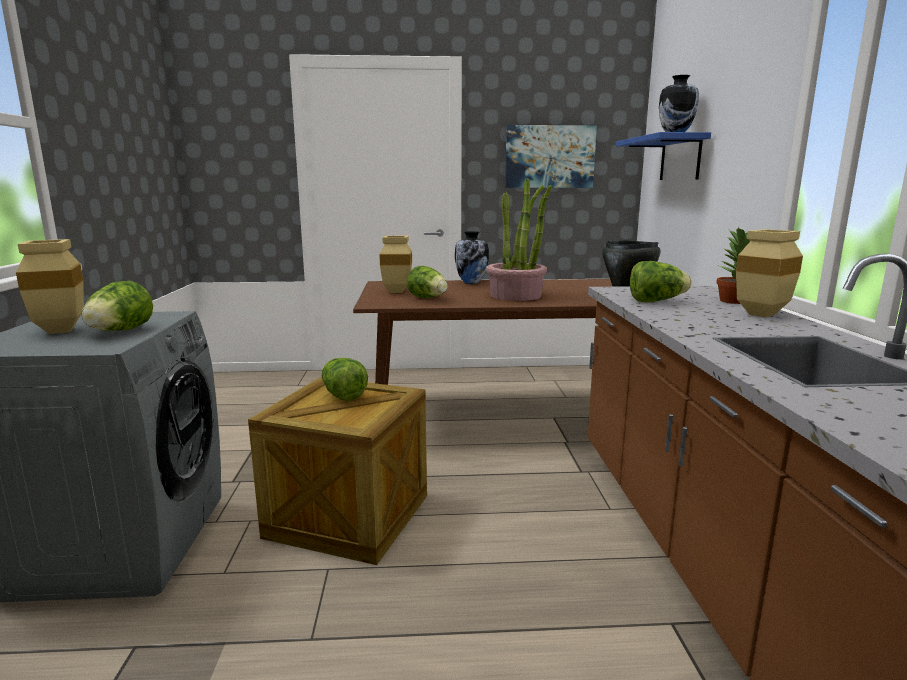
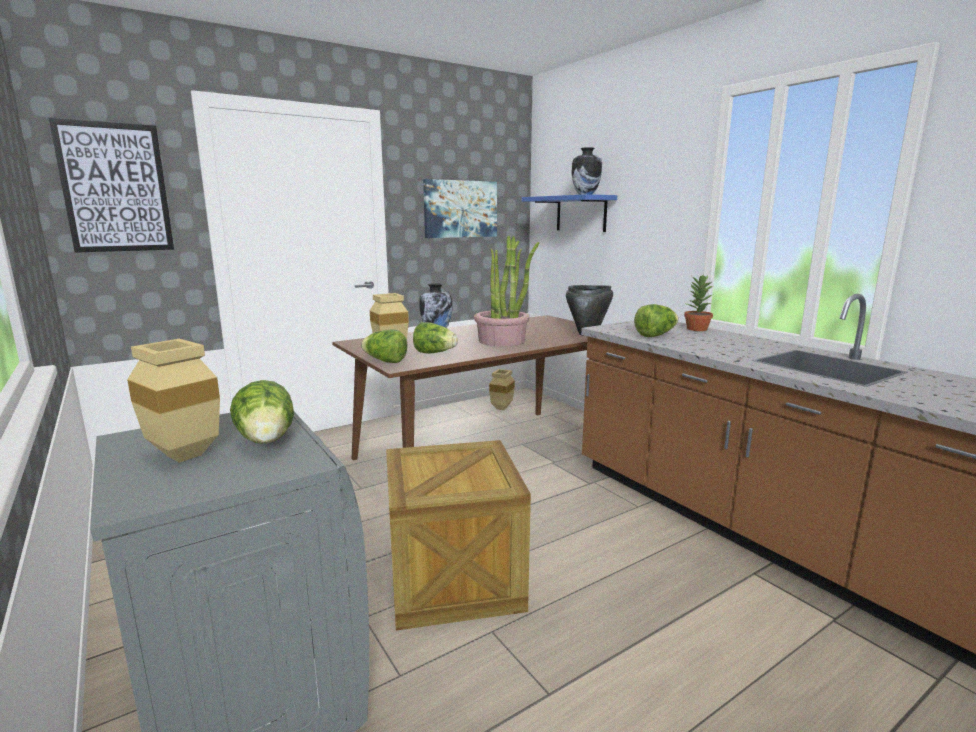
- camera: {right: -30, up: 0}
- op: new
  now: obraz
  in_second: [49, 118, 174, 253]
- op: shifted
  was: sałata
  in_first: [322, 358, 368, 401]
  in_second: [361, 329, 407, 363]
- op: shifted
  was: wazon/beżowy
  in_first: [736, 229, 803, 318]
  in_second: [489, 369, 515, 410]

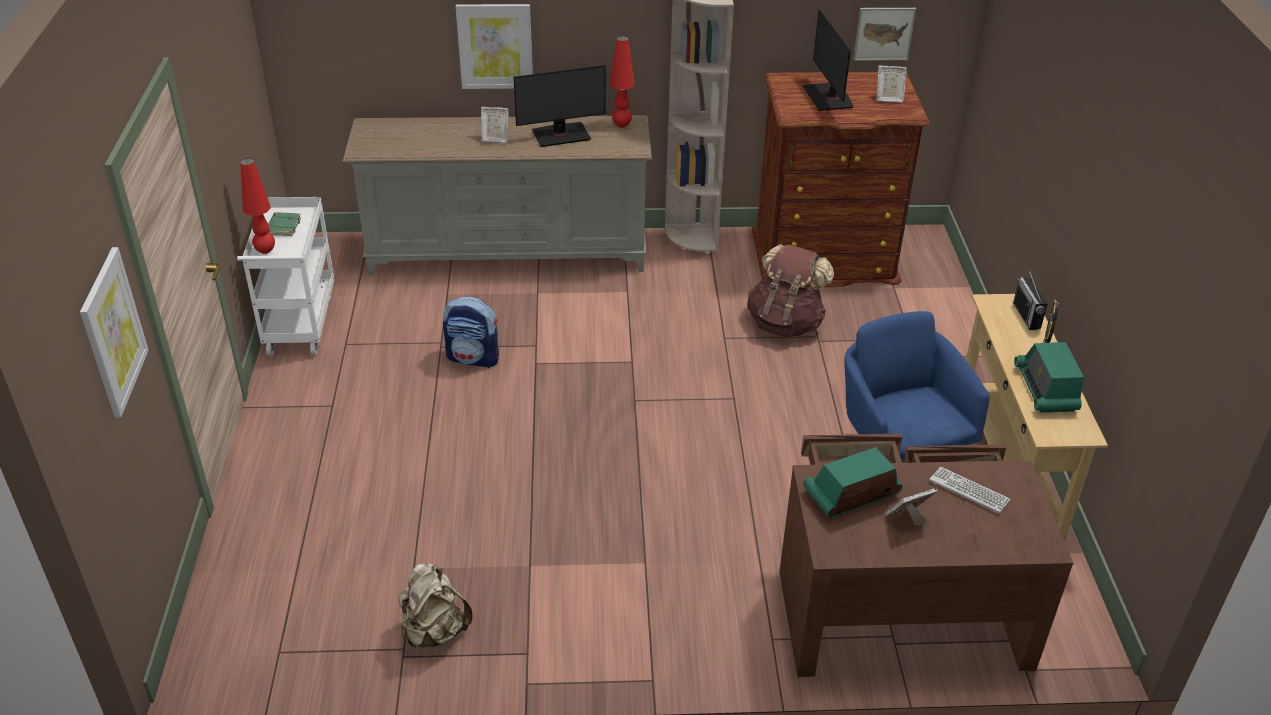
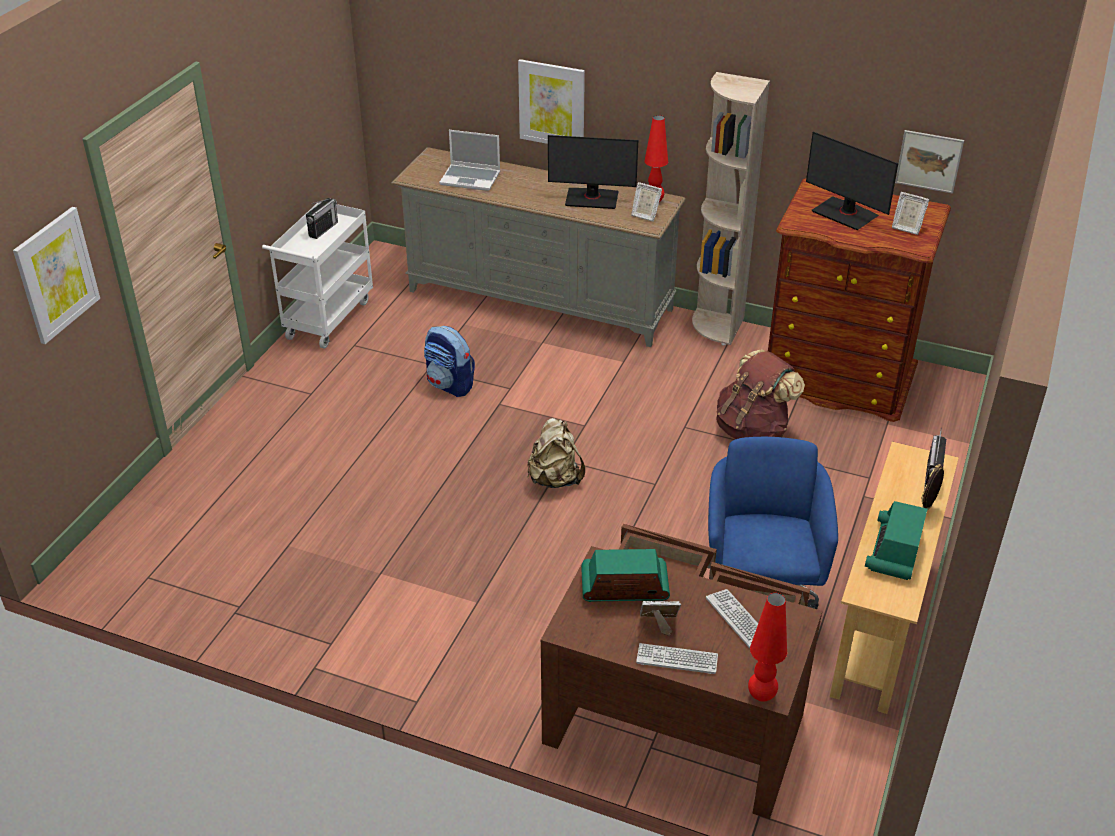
- camera: {right: 25, up: 0}
- op: new
  now: laptop
  in_second: [439, 130, 500, 191]
- op: new
  now: klawiatura
  in_second: [636, 643, 718, 674]
- op: shifted
  was: lampa stołowa/czerwony
  in_first: [240, 158, 275, 254]
  in_second: [748, 593, 787, 701]
- op: shifted
  was: plecak/beżowy
  in_first: [398, 563, 473, 647]
  in_second: [527, 418, 585, 488]
- op: shifted
  was: ramka na zdjęcie
  in_first: [481, 107, 509, 143]
  in_second: [631, 182, 662, 222]
- op: swapped
  was: książka/zielony
  now: radio
  in_first: [268, 212, 301, 236]
  in_second: [306, 198, 338, 239]
- op: rotated
  was: monitor
  in_first: [802, 10, 854, 111]
  in_second: [806, 132, 898, 230]
  clockwise: -60

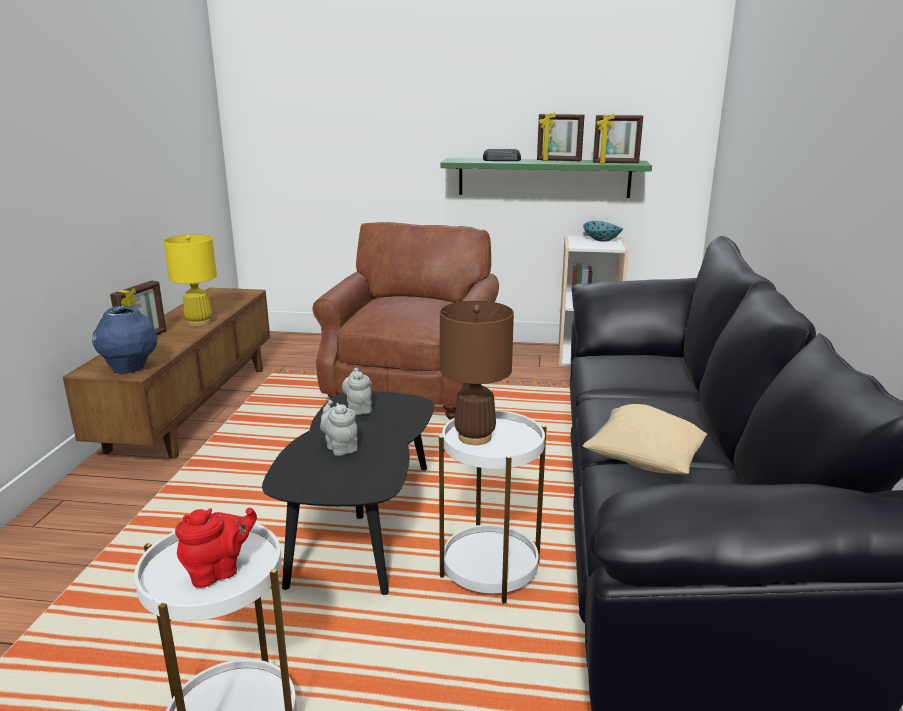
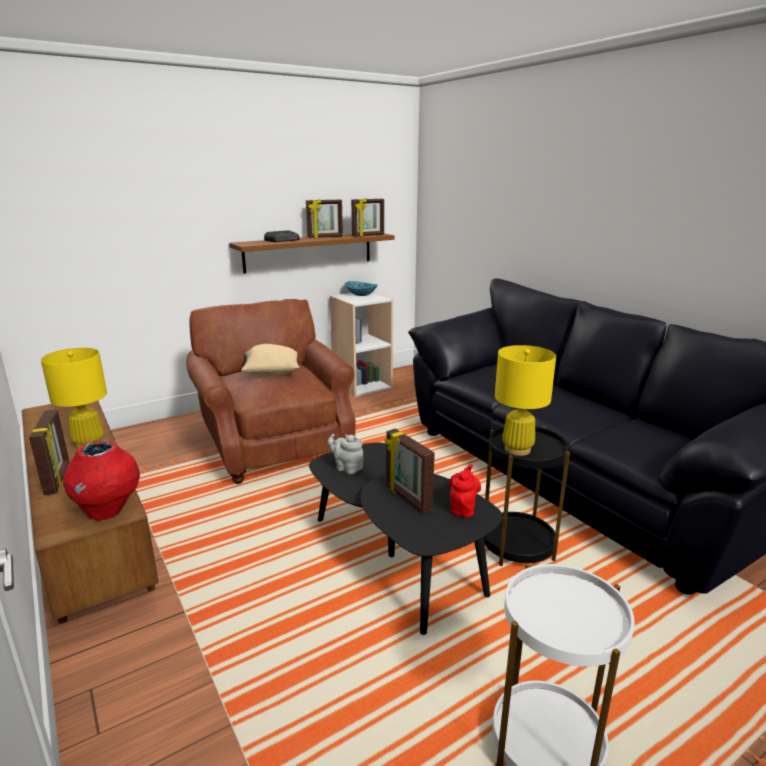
- camera: {right: -40, up: 0}
- op: shifted
  was: imbryk/czerwony
  in_first: [175, 508, 257, 588]
  in_second: [449, 464, 481, 517]
- op: shifted
  was: poduszka/beżowy
  in_first: [583, 404, 707, 474]
  in_second: [241, 344, 300, 376]
- op: swapped
  was: imbryk/szary
  now: ramka na zdjęcie
  in_first: [320, 400, 358, 456]
  in_second: [385, 429, 435, 513]
- op: repainted
  was: wazon/niebieski
  now: wazon/czerwony
  in_first: [92, 305, 158, 374]
  in_second: [63, 440, 140, 520]
- op: repainted
  was: stolik/biały
  now: stolik/czarny
  in_first: [439, 410, 547, 604]
  in_second: [484, 426, 570, 566]
- op: repainted
  was: lampa stołowa/brązowy
  now: lampa stołowa/żółty
  in_first: [440, 301, 514, 445]
  in_second: [495, 345, 556, 456]
- op: repainted
  was: półka/zielony
  now: półka/brązowy
  in_first: [441, 158, 652, 198]
  in_second: [229, 233, 395, 274]

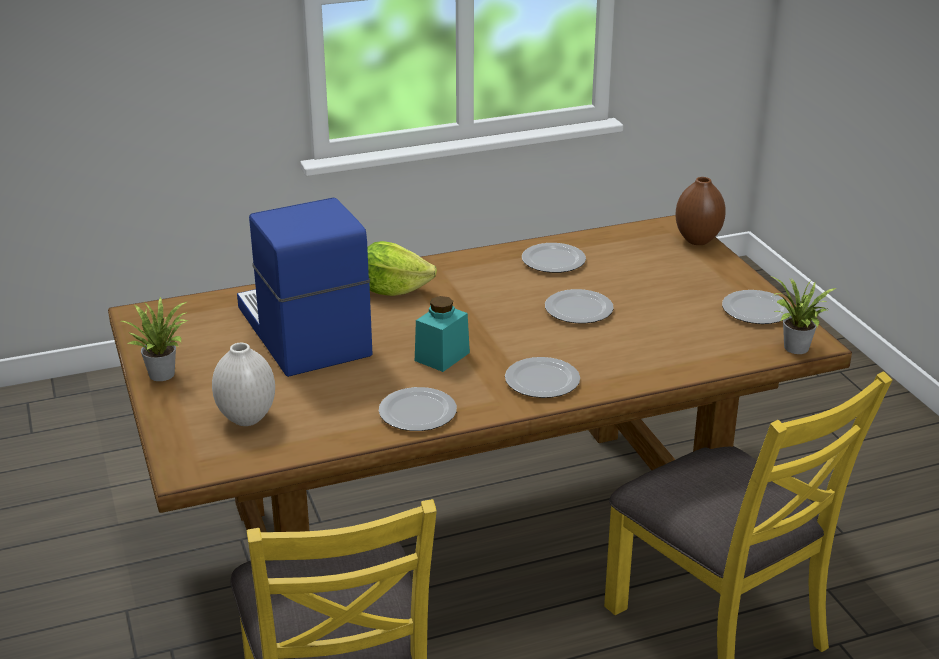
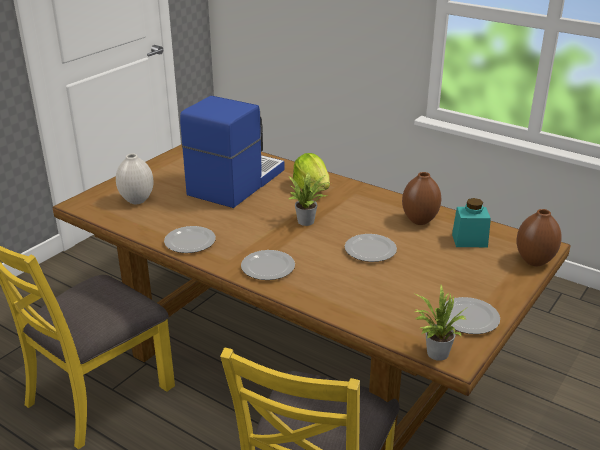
- camera: {right: 55, up: 0}
- op: shifted
  was: roślina doniczkowa
  in_first: [121, 296, 188, 381]
  in_second: [288, 173, 331, 226]
- op: shifted
  was: słoik/turkusowy
  in_first: [415, 296, 470, 372]
  in_second: [452, 198, 491, 247]
- op: swapped
  was: talerz
  now: wazon/brązowy
  in_first: [522, 243, 586, 273]
  in_second: [402, 172, 441, 225]

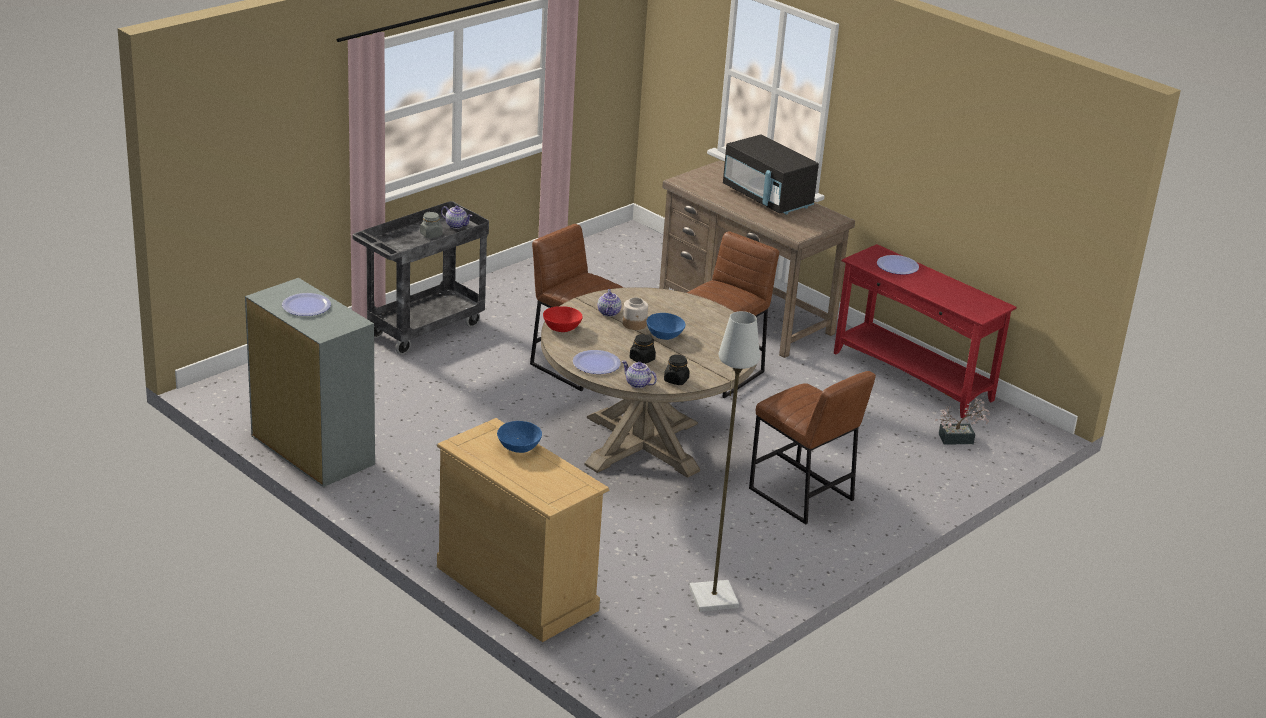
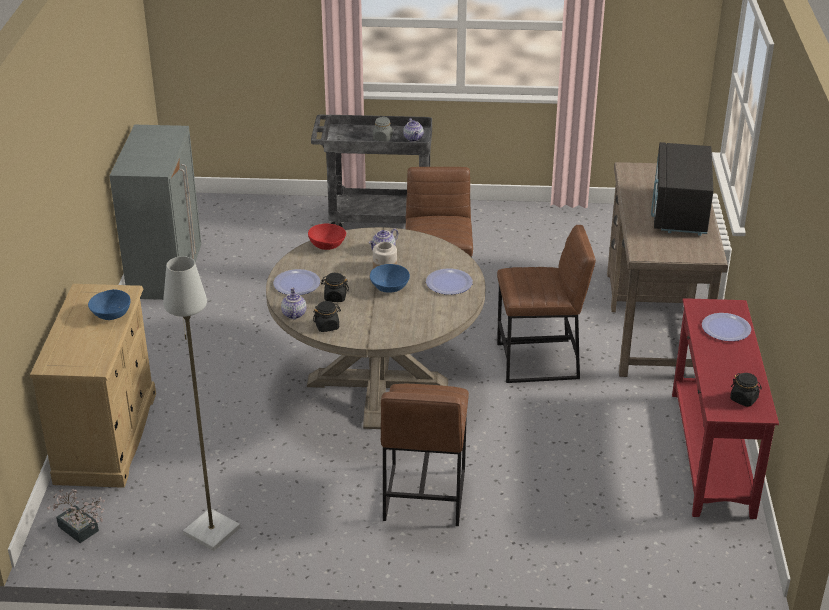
- camera: {right: 50, up: 5}
- op: new
  now: słoik/czarny
  in_second: [730, 373, 762, 407]
- op: shifted
  was: talerz
  in_first: [282, 293, 331, 316]
  in_second: [426, 268, 473, 295]
- op: shifted
  was: roślina doniczkowa
  in_first: [935, 399, 990, 445]
  in_second: [47, 489, 105, 543]

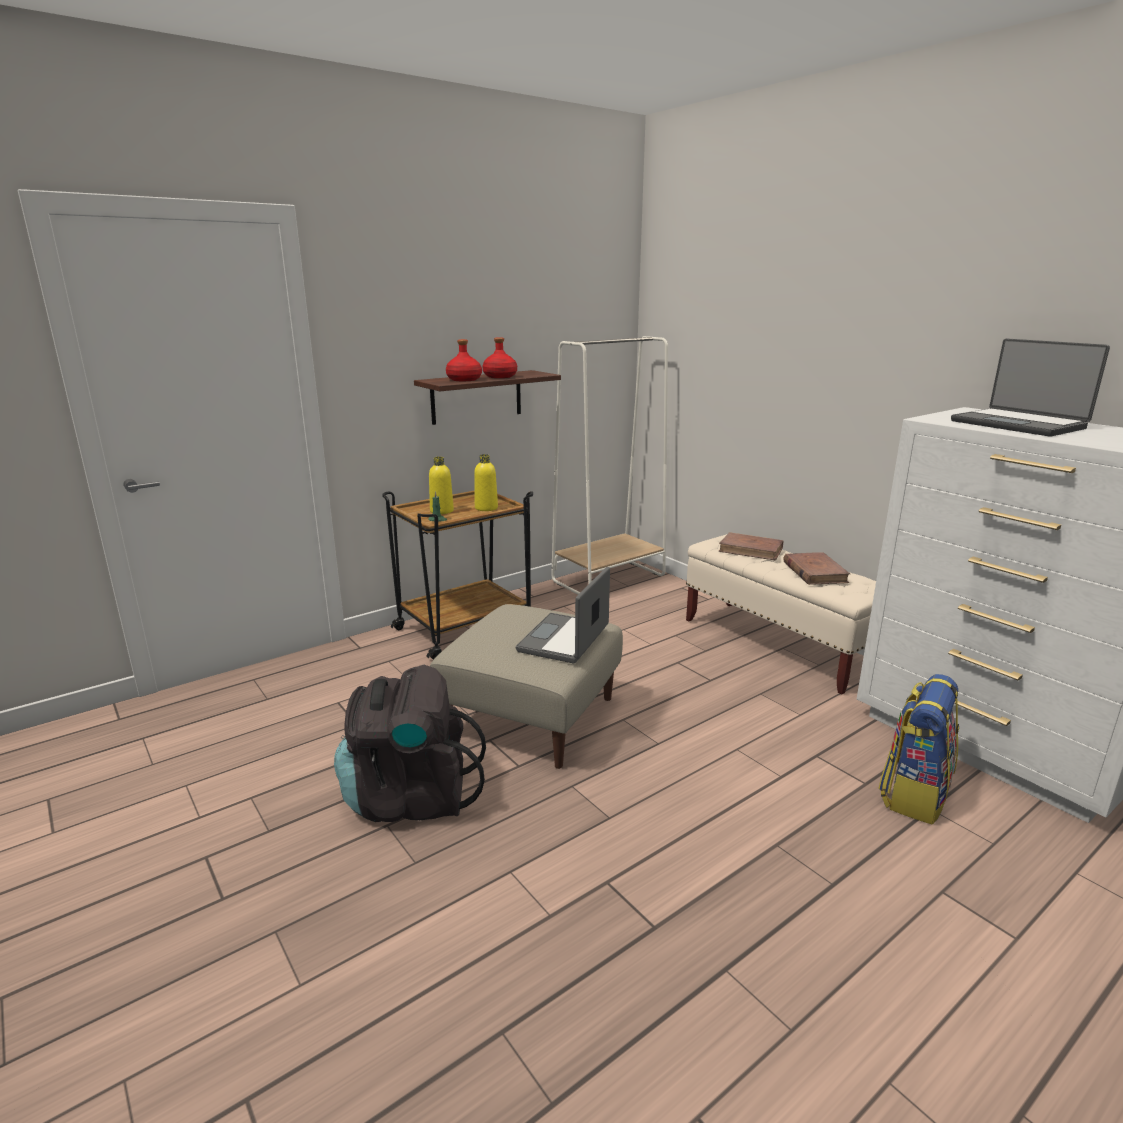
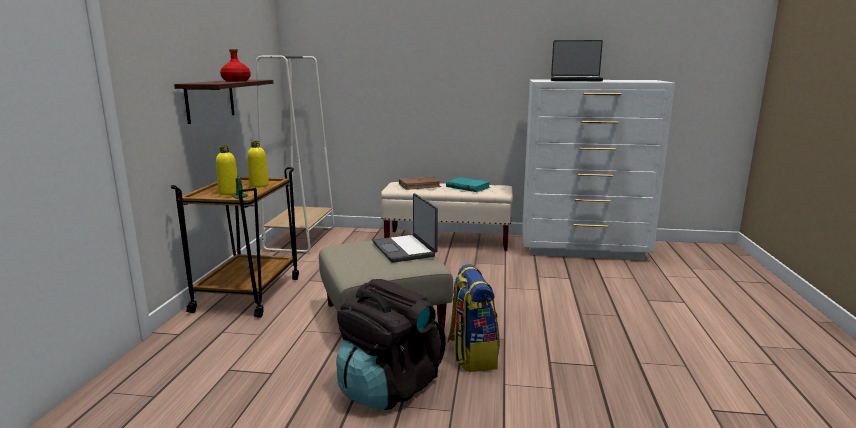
- camera: {right: -45, up: -5}
- op: gone
  was: butelka/czerwony
  in_first: [446, 339, 482, 381]
- op: shifted
  was: plecak
  in_first: [878, 674, 959, 824]
  in_second: [447, 264, 500, 372]
- op: repainted
  was: książka/brązowy
  now: książka/turkusowy
  in_first: [783, 552, 850, 585]
  in_second: [446, 177, 490, 192]

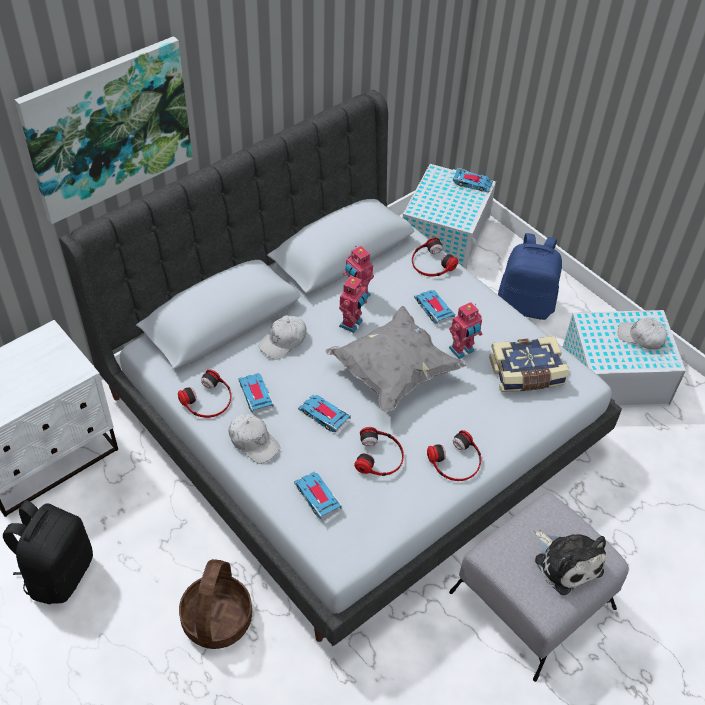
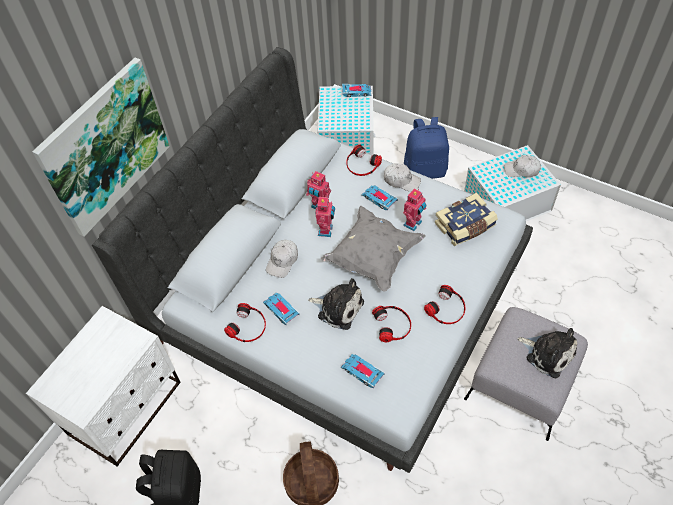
- camera: {right: -15, up: 5}
- op: shifted
  was: czapka z daszkiem/biały
  in_first: [228, 414, 281, 464]
  in_second: [384, 163, 421, 192]
- op: swapped
  was: samochodzik
  now: pluszak
  in_first: [298, 395, 351, 432]
  in_second: [308, 278, 364, 330]

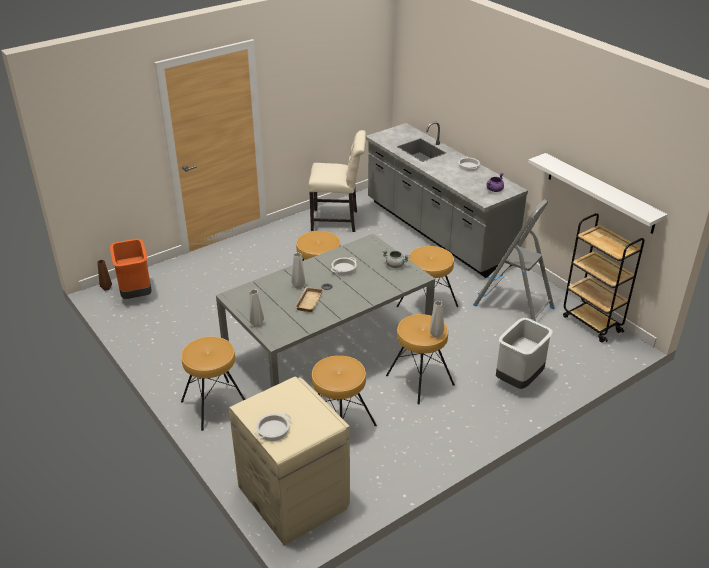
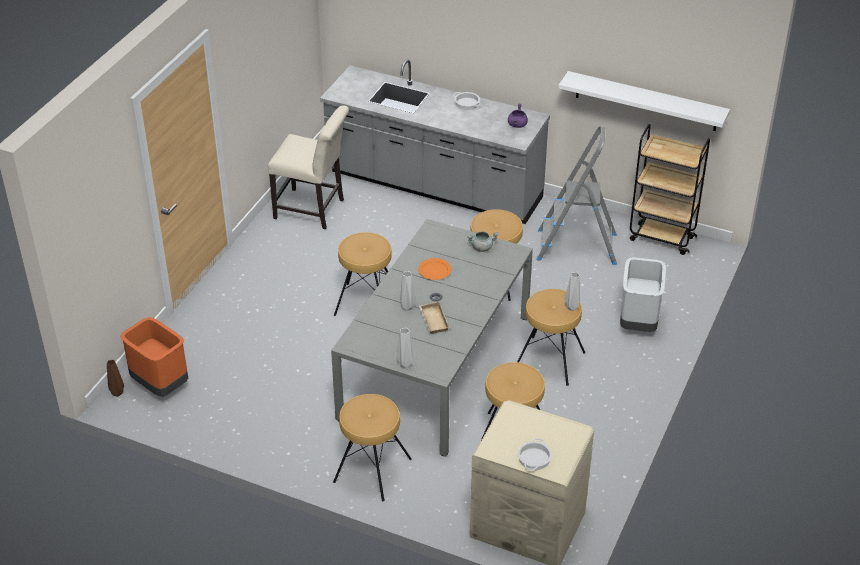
- camera: {right: -30, up: 5}
- op: swapped
  was: garnek
  now: talerz/pomarańczowy
  in_first: [331, 257, 357, 275]
  in_second: [418, 258, 452, 280]
- op: rotated
  was: krzesło/beżowy
  in_first: [309, 130, 366, 232]
  in_second: [268, 106, 349, 229]
  clockwise: 45

